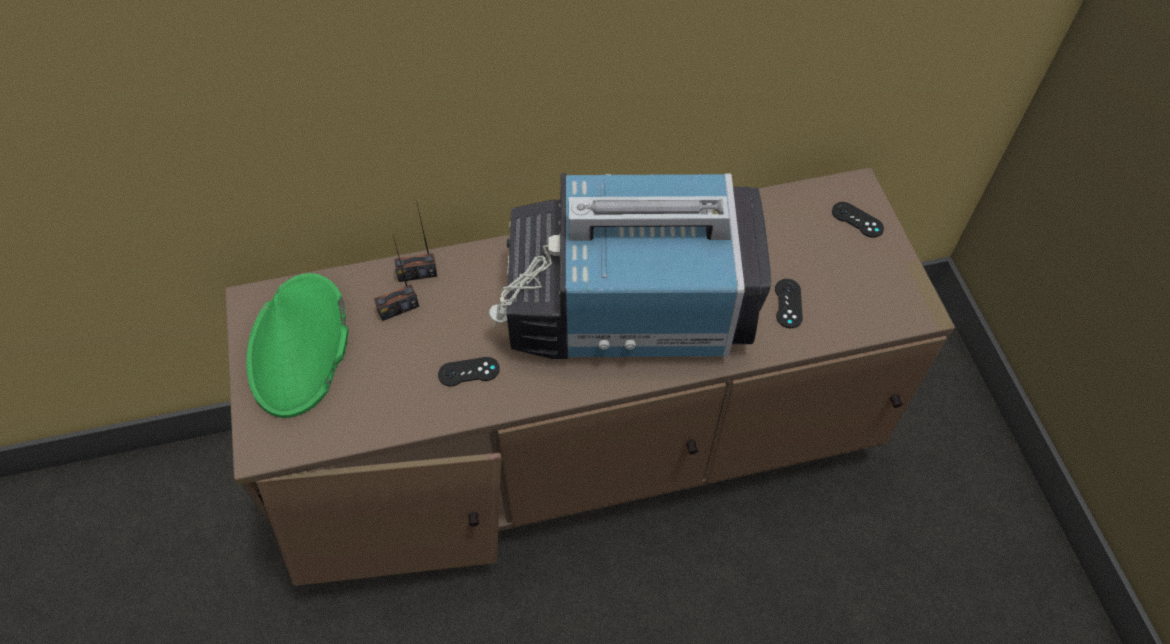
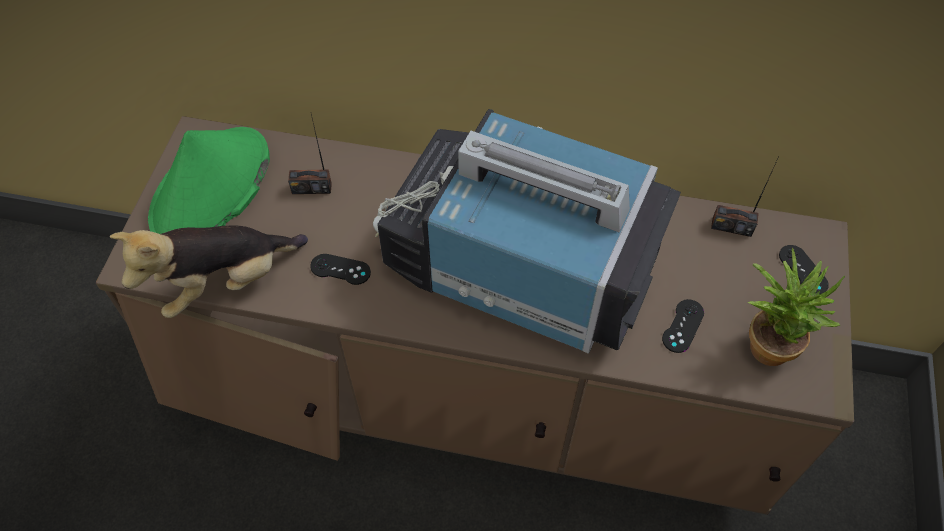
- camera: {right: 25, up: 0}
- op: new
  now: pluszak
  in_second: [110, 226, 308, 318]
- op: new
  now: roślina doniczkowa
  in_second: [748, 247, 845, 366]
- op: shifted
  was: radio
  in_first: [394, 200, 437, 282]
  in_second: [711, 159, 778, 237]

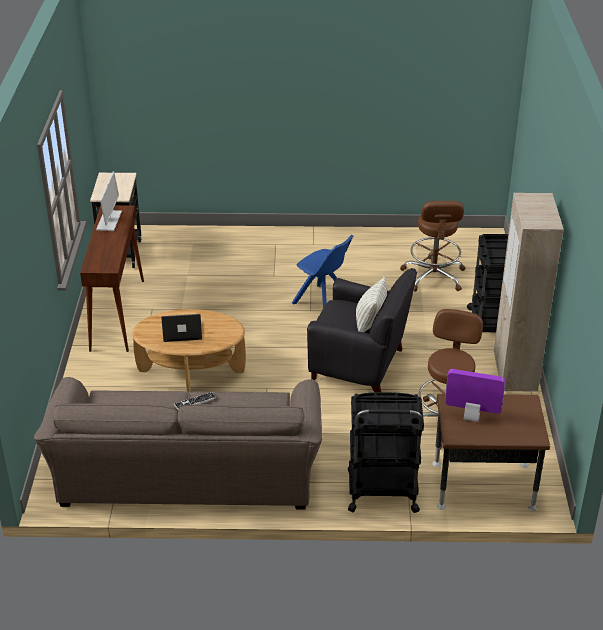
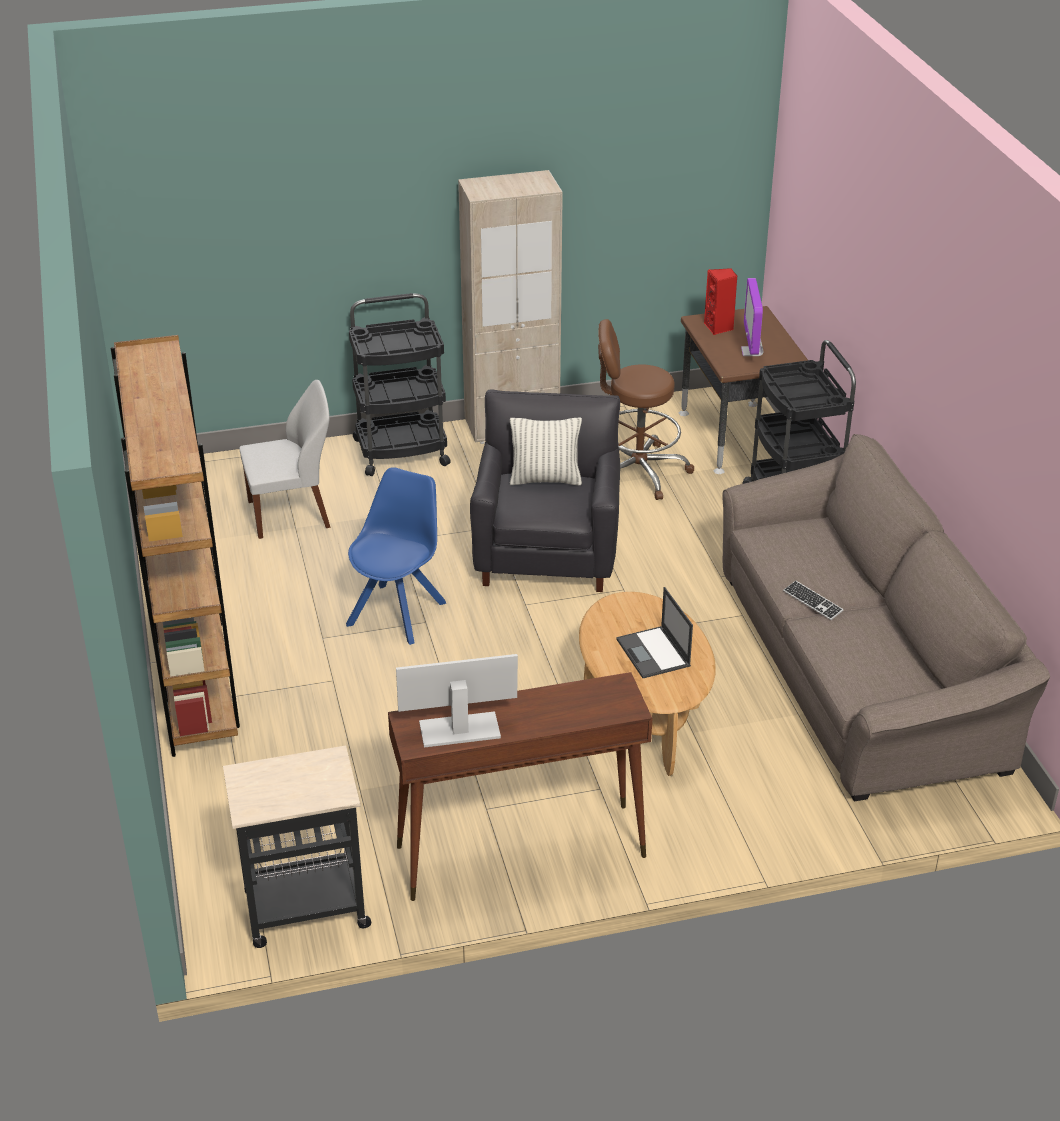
- camera: {right: -105, up: 0}
- op: new
  now: regał/brązowy
  in_second: [111, 335, 240, 757]
- op: new
  now: głośnik/czerwony
  in_second: [704, 268, 738, 335]
- op: swapped
  was: stołek/brązowy
  now: krzesło/biały
  in_first: [400, 201, 466, 292]
  in_second: [240, 380, 330, 539]

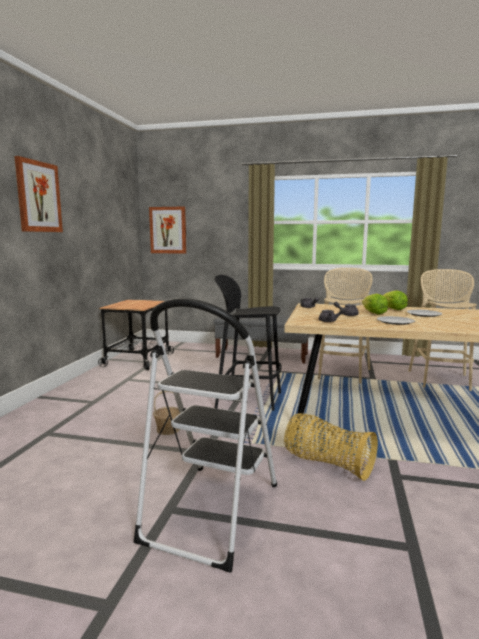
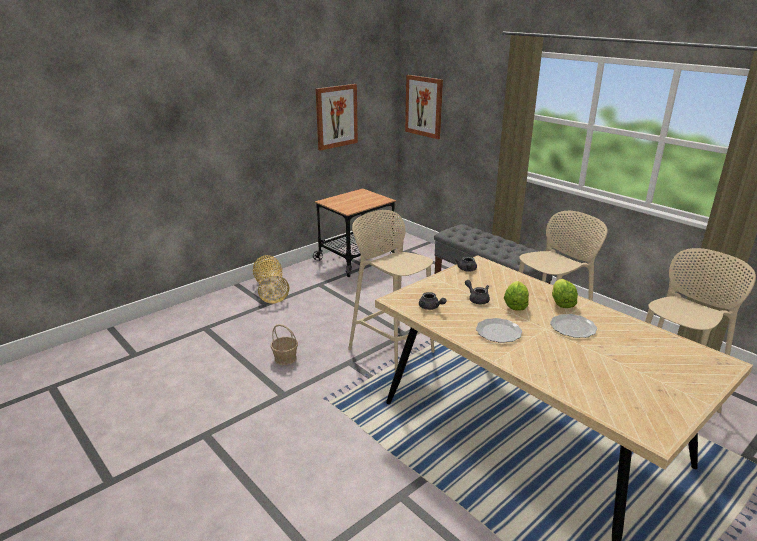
- camera: {right: 35, up: 15}
- op: gone
  was: drabinka
  in_first: [134, 298, 277, 573]
- op: shifted
  was: obraz
  in_first: [14, 156, 63, 232]
  in_second: [315, 84, 358, 151]
- op: shifted
  was: koszyk
  in_first: [284, 413, 378, 481]
  in_second: [253, 255, 290, 304]
- op: repainted
  was: stołek/czarny
  now: stołek/beżowy
  in_first: [214, 275, 281, 411]
  in_second: [348, 210, 434, 372]

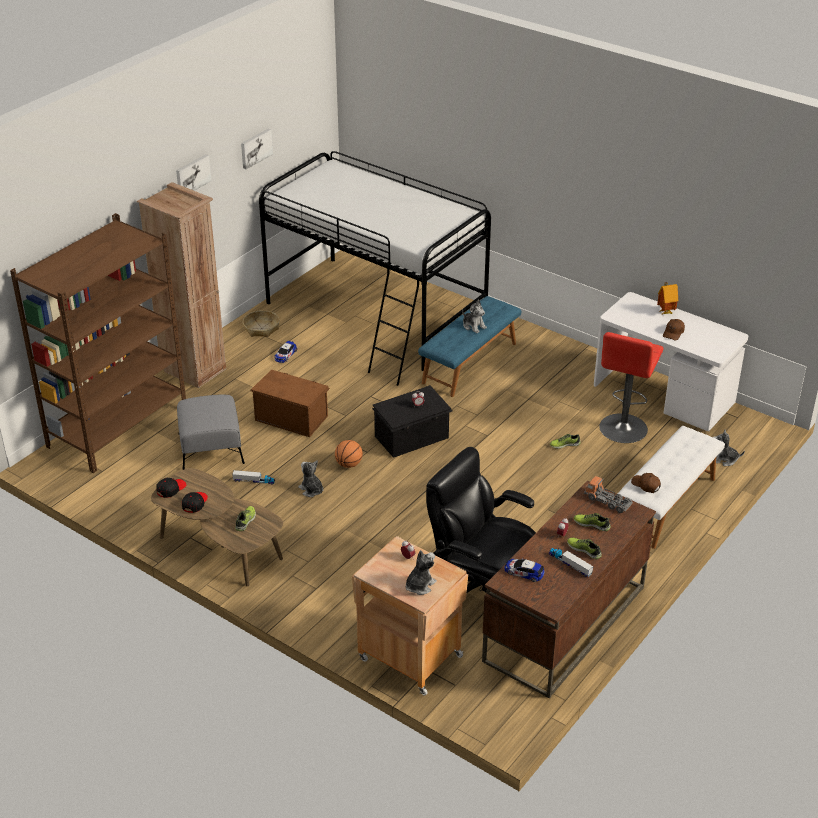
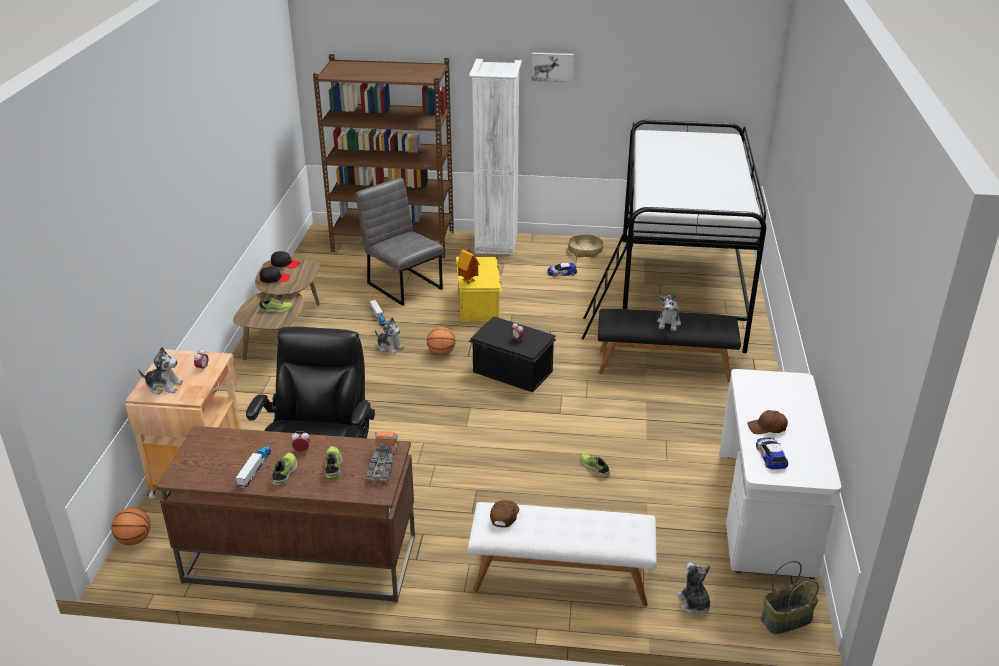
- camera: {right: 60, up: -5}
- op: gone
  was: obraz
  in_first: [241, 129, 273, 169]
- op: gone
  was: stołek/czerwony
  in_first: [599, 332, 663, 443]
- op: new
  now: piłka do koszykówki
  in_second: [111, 508, 151, 545]
- op: new
  now: koszyk
  in_second: [761, 561, 819, 634]
- op: shifted
  was: samochodzik
  in_first: [504, 558, 544, 582]
  in_second: [756, 438, 788, 469]
- op: shifted
  was: domek
  in_first: [657, 282, 678, 315]
  in_second: [456, 249, 480, 284]
- op: swapped
  was: pufa/szary
  now: krzesło/szary
  in_first: [177, 395, 245, 470]
  in_second: [356, 178, 444, 306]
- op: repainted
  was: szafka/brązowy
  now: szafka/biały
  in_first: [137, 182, 226, 388]
  in_second: [469, 59, 522, 255]
- op: repainted
  was: pojemnik do przechowywania/brązowy
  now: pojemnik do przechowywania/żółty
  in_first: [251, 369, 330, 437]
  in_second: [456, 257, 502, 322]
- op: repainted
  was: ławka/niebieski
  now: ławka/czarny
  in_first: [418, 296, 521, 397]
  in_second: [598, 309, 741, 383]
- op: rotated
  was: pluszak
  in_first: [298, 460, 323, 497]
  in_second: [375, 318, 404, 354]
  clockwise: 105

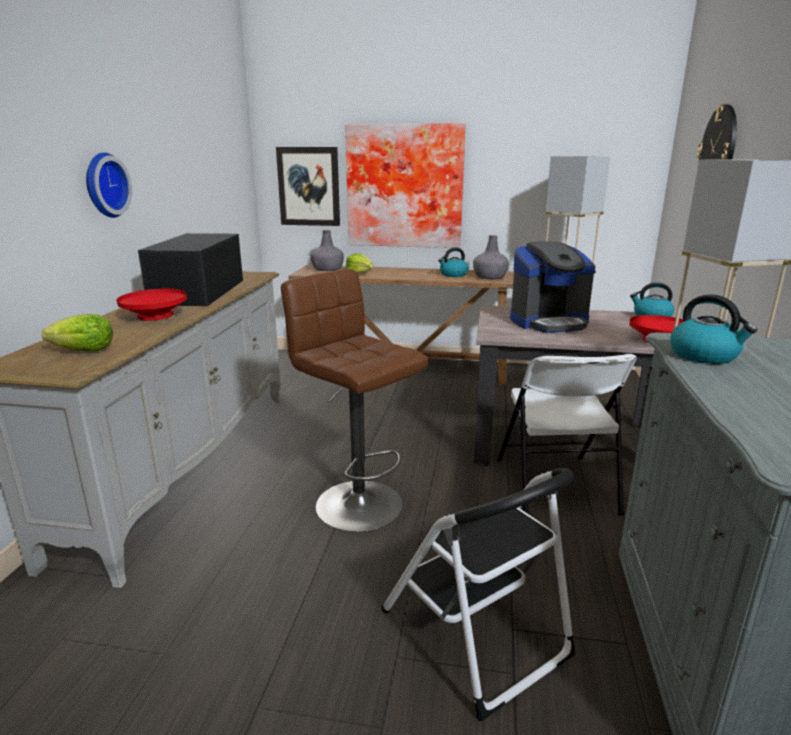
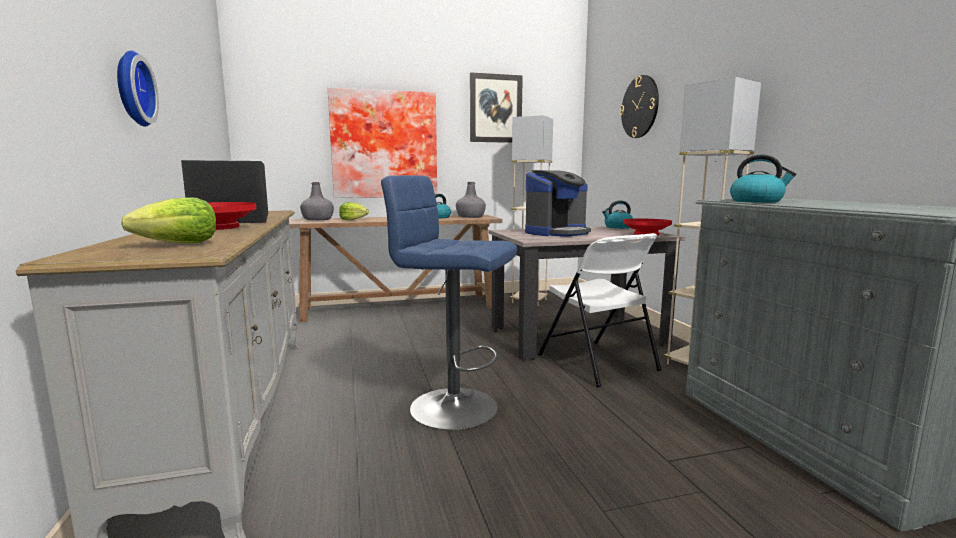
- camera: {right: -25, up: -10}
- op: gone
  was: drabinka
  in_first: [381, 468, 575, 721]
- op: shifted
  was: obraz
  in_first: [276, 147, 340, 226]
  in_second: [470, 72, 523, 143]
- op: repainted
  was: stołek/brązowy
  now: stołek/niebieski
  in_first: [281, 269, 428, 532]
  in_second: [381, 175, 517, 430]

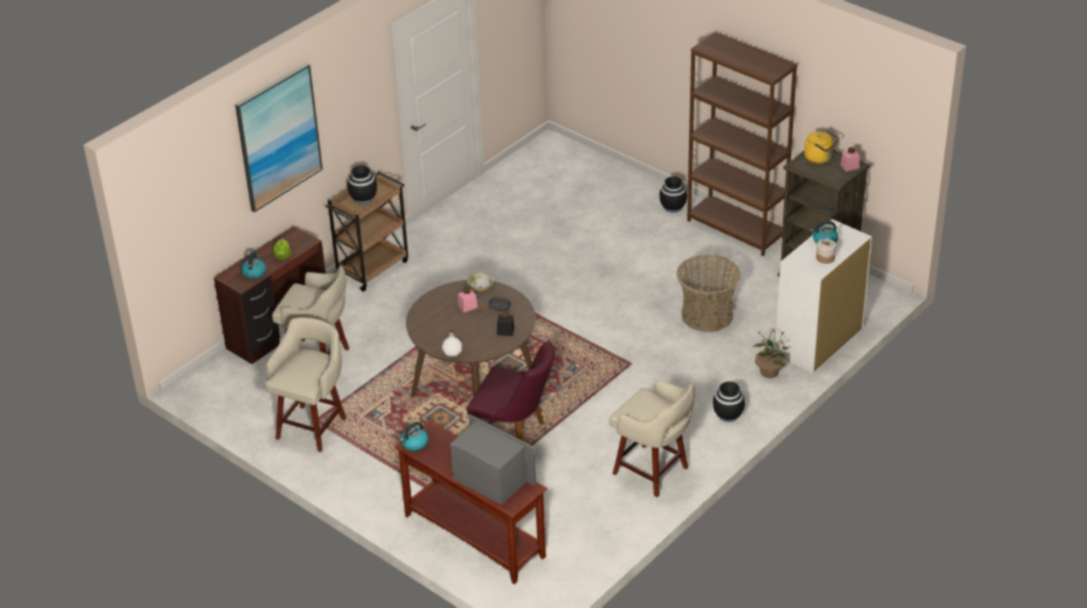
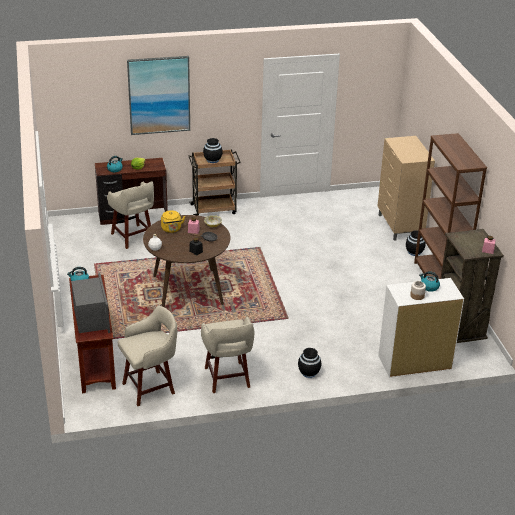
- camera: {right: 35, up: -5}
- op: gone
  was: krzesło/fioletowy
  in_first: [467, 342, 555, 441]
- op: gone
  was: koszyk
  in_first: [677, 254, 741, 332]
- op: gone
  was: roślina doniczkowa
  in_first: [753, 328, 789, 378]
- op: new
  now: komoda/beżowy
  in_second: [378, 136, 435, 241]
- op: shifted
  was: stołek/beżowy
  in_first: [265, 317, 346, 452]
  in_second: [118, 306, 177, 406]
- op: shifted
  was: czajnik/żółty
  in_first: [804, 130, 839, 164]
  in_second: [161, 210, 185, 233]

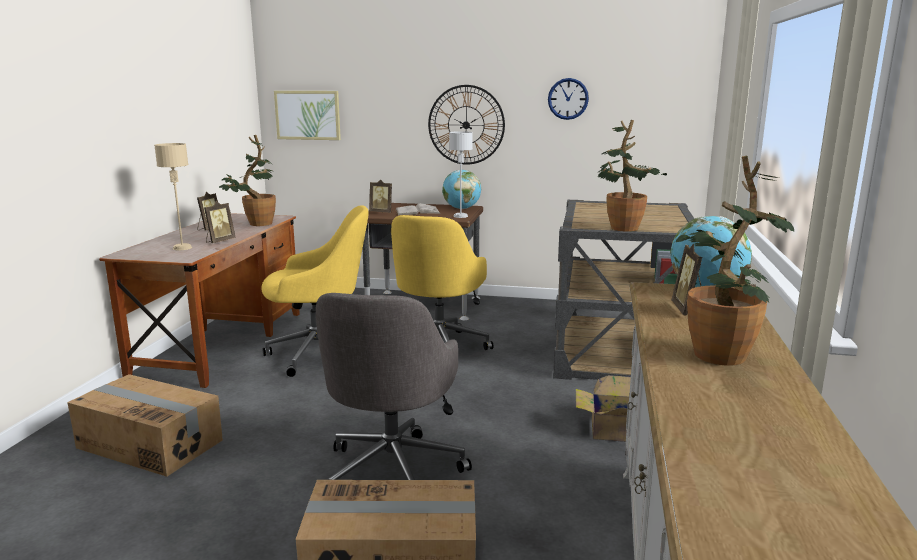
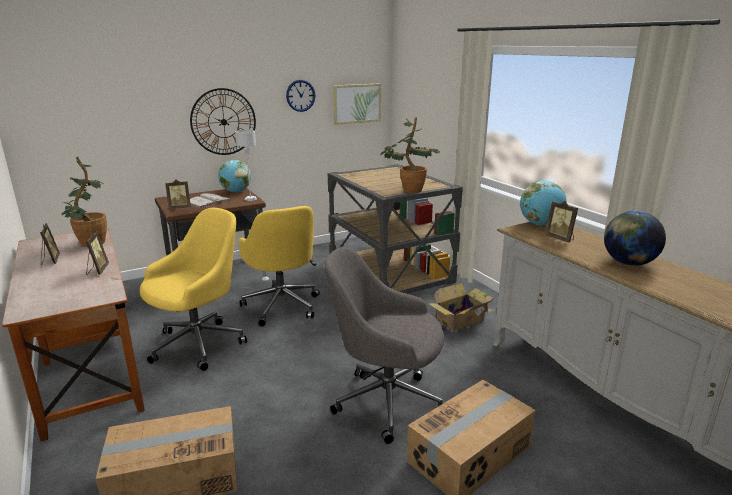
- camera: {right: -40, up: 5}
- op: gone
  was: lampa stołowa/beżowy
  in_first: [154, 143, 192, 250]
- op: shifted
  was: obraz
  in_first: [274, 91, 341, 140]
  in_second: [333, 83, 381, 125]
- op: swapped
  was: roślina doniczkowa
  now: globus
  in_first: [676, 155, 794, 366]
  in_second: [604, 211, 666, 266]
- op: rotated
  was: krzesło biurowe/szary
  in_first: [316, 293, 472, 480]
  in_second: [325, 247, 444, 444]
  clockwise: 135

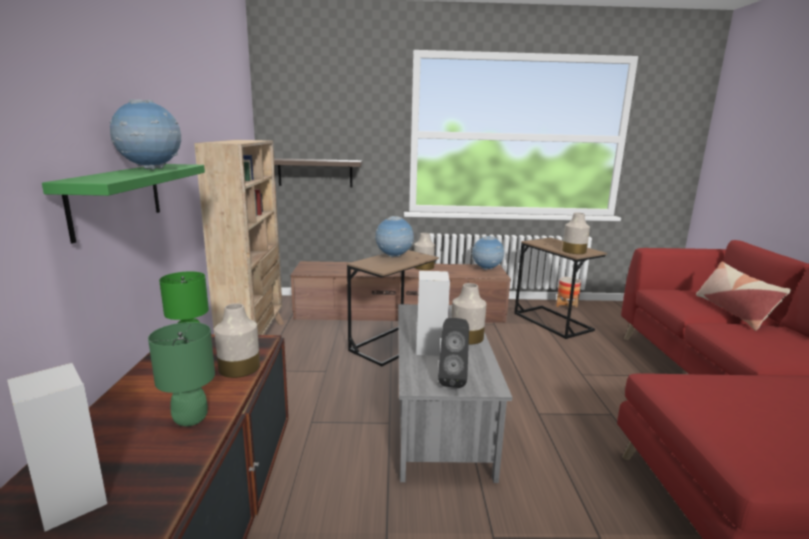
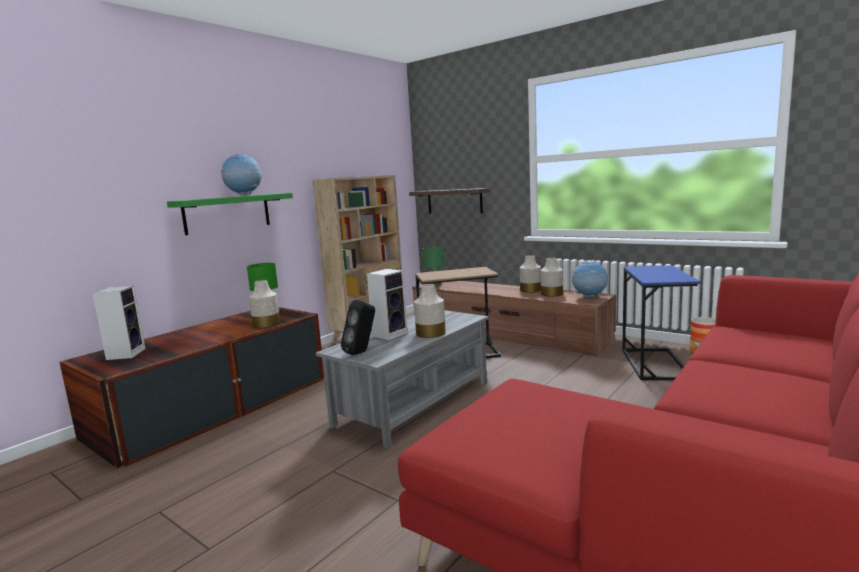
- camera: {right: 40, up: -5}
- op: gone
  was: globus
  in_first: [375, 216, 414, 257]
- op: gone
  was: poduszka
  in_first: [696, 262, 791, 331]
- op: shifted
  was: lampa stołowa/zielony
  in_first: [148, 322, 215, 427]
  in_second: [423, 246, 445, 285]
- op: shifted
  was: wazon/beżowy
  in_first: [562, 213, 590, 254]
  in_second: [540, 258, 563, 296]
- op: repainted
  was: stolik/brązowy
  now: stolik/niebieski
  in_first: [514, 237, 607, 339]
  in_second: [622, 265, 701, 380]

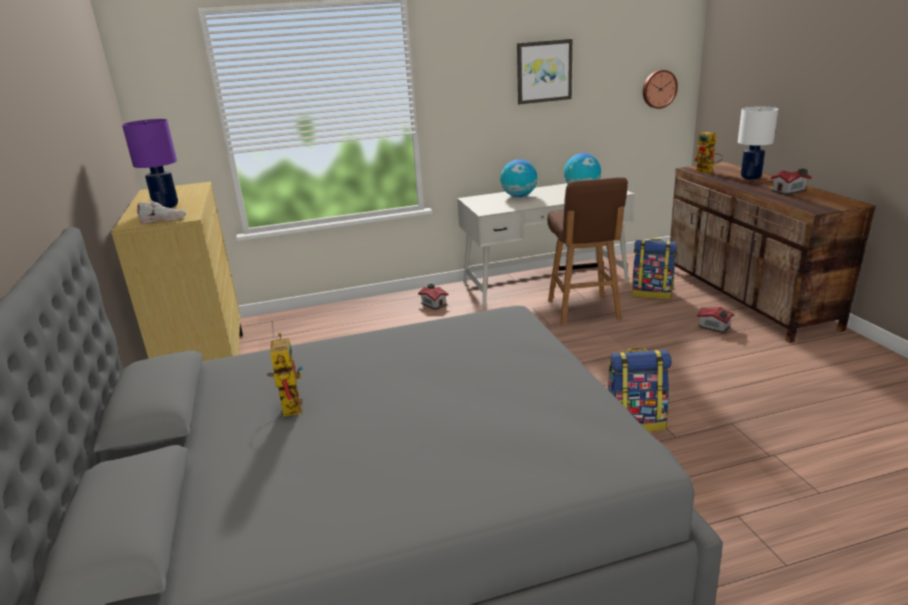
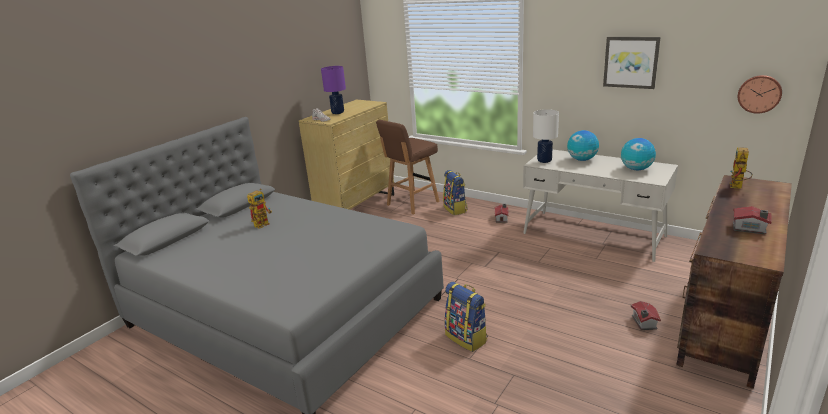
- camera: {right: 50, up: 0}
- op: shifted
  was: stołek/brązowy
  in_first: [548, 177, 628, 325]
  in_second: [376, 120, 440, 215]
- op: shifted
  was: plecak
  in_first: [632, 239, 677, 299]
  in_second: [443, 170, 468, 215]
- op: shifted
  was: lampa stołowa/biały
  in_first: [738, 107, 778, 179]
  in_second: [533, 109, 559, 163]

